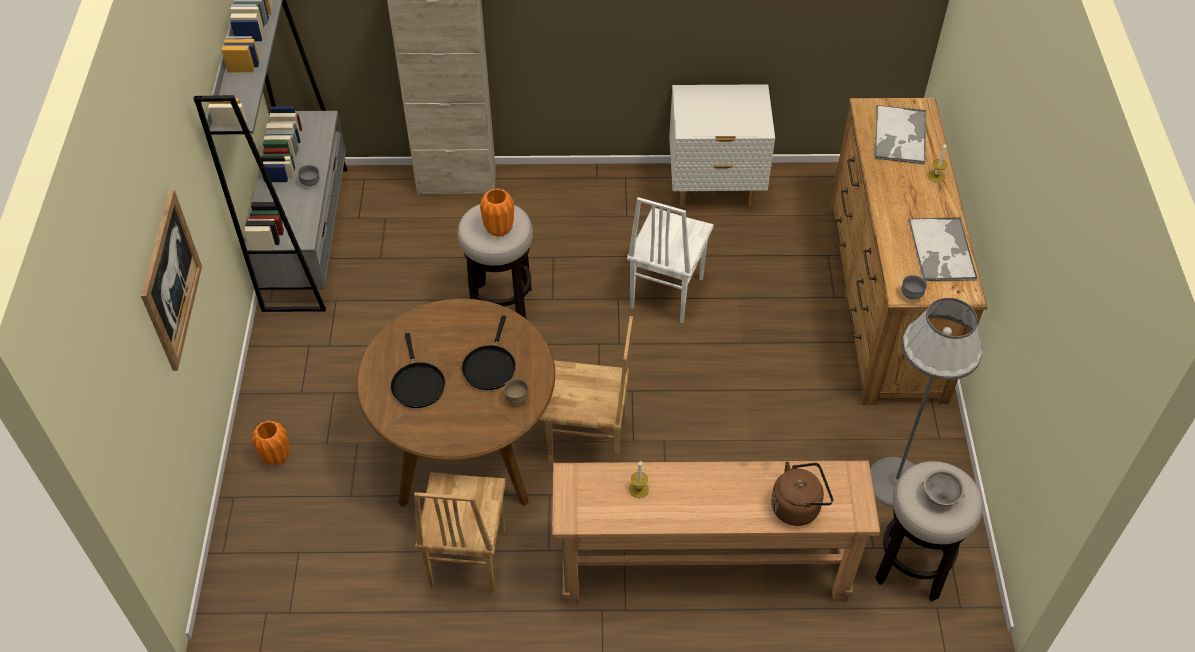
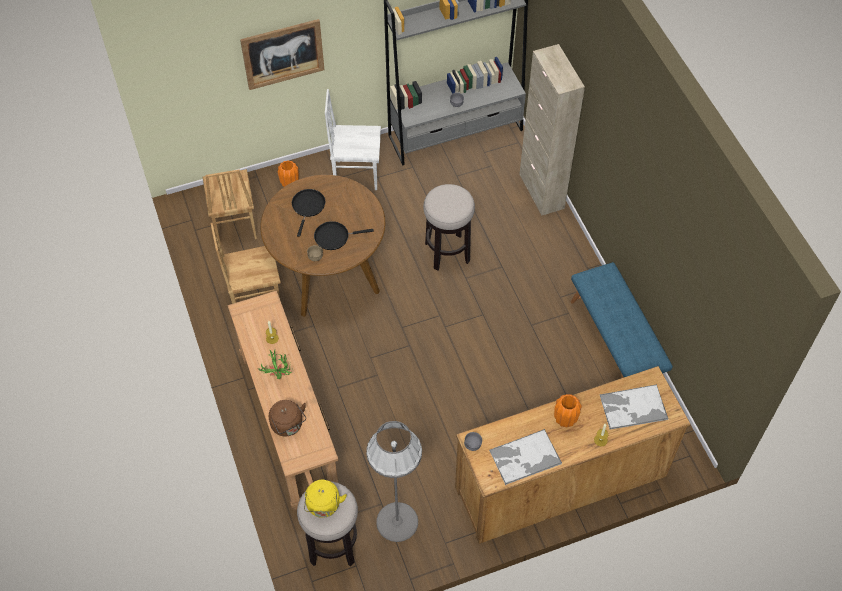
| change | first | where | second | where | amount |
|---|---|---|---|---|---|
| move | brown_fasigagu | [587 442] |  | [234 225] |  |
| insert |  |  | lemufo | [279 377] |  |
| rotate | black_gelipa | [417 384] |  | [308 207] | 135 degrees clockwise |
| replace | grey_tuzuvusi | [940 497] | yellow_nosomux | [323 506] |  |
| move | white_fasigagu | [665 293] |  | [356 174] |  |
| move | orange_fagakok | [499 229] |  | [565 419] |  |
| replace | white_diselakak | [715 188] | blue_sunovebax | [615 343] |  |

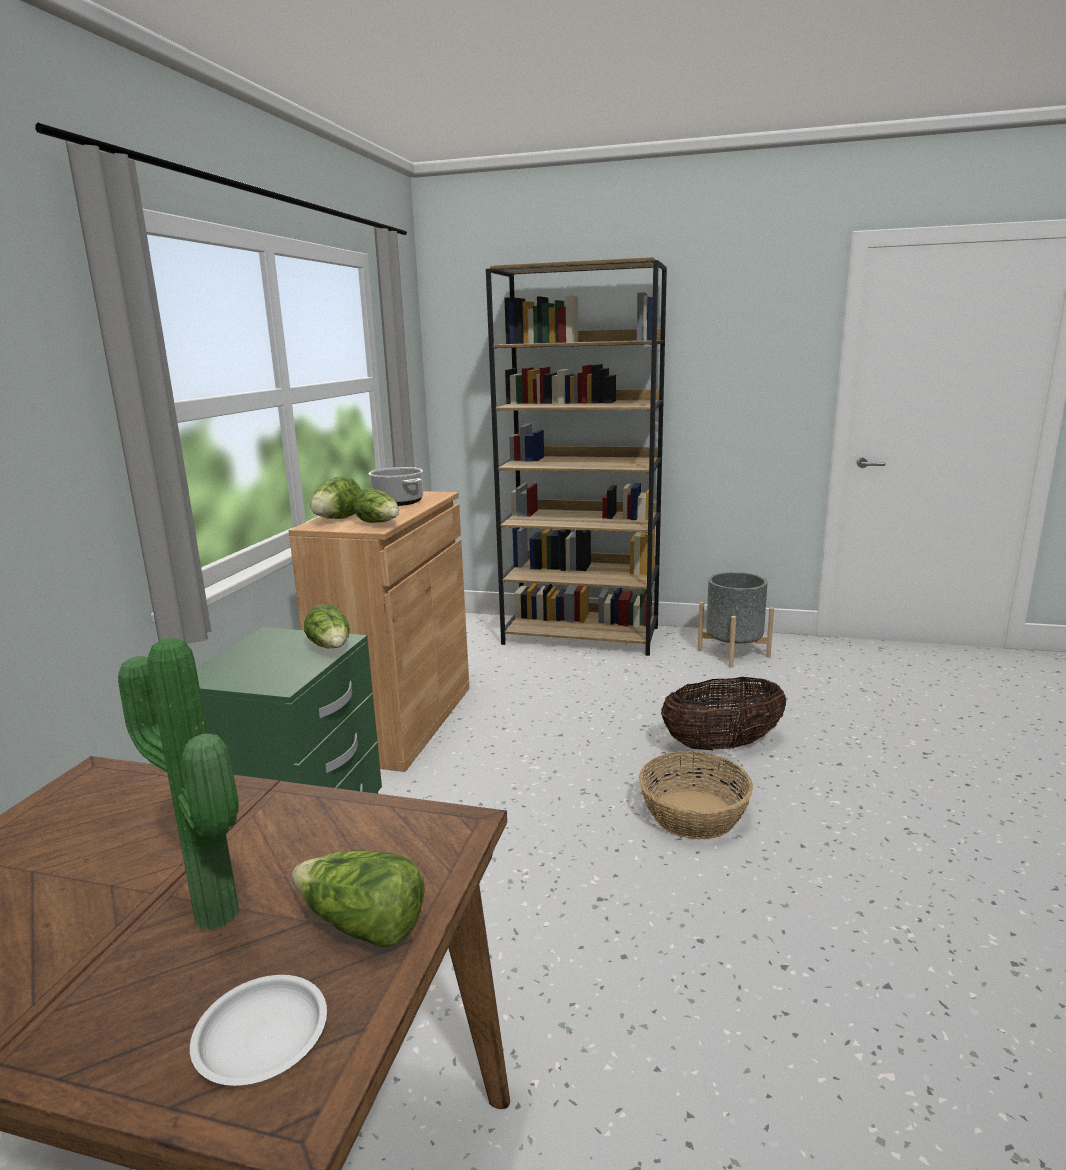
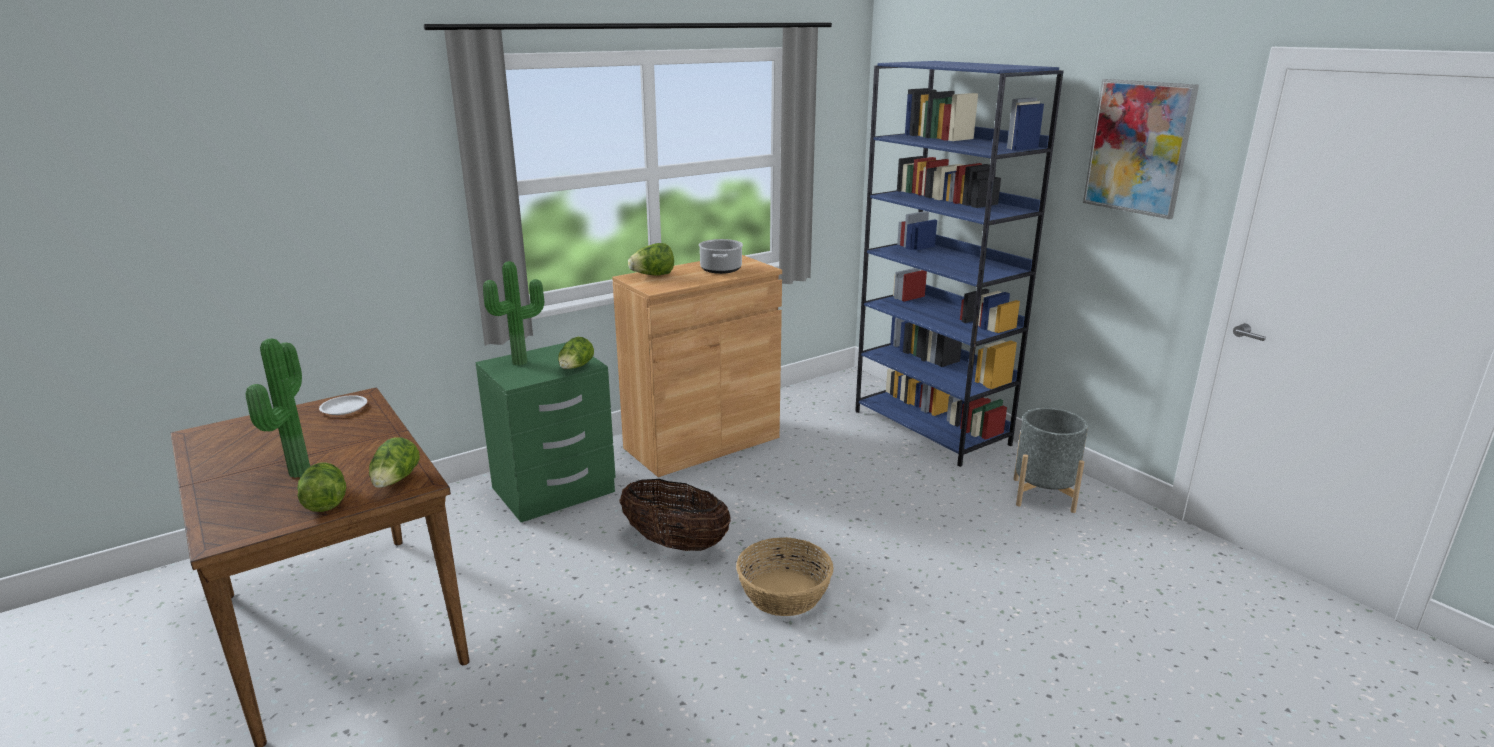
| change | first | where | second | where | amount |
|---|---|---|---|---|---|
| move | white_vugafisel | [260 1036] |  | [344 408] |  |
| move | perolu | [379 523] |  | [395 481] |  |
| insert |  |  | lemufo | [521 363] |  |
| move | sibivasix | [722 745] |  | [675 543] |  |
| recolor | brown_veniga | [582 636] | blue_veniga | [932 428] |  |
| insert |  |  | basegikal | [1138 147] |  |

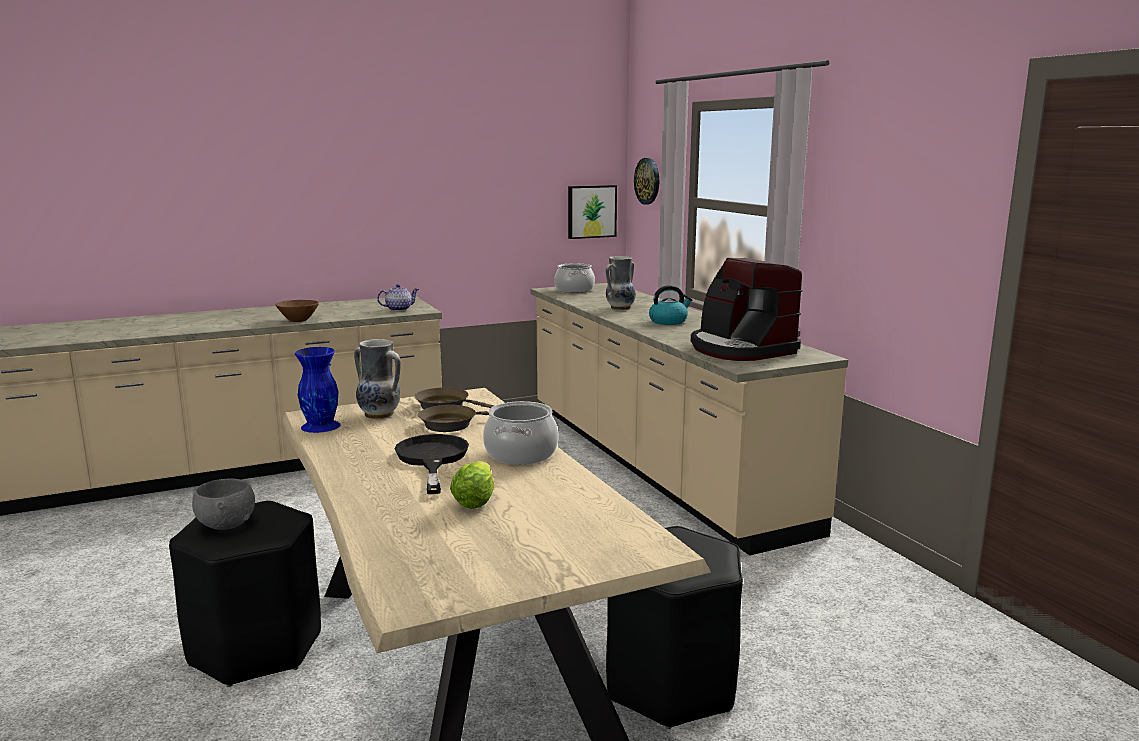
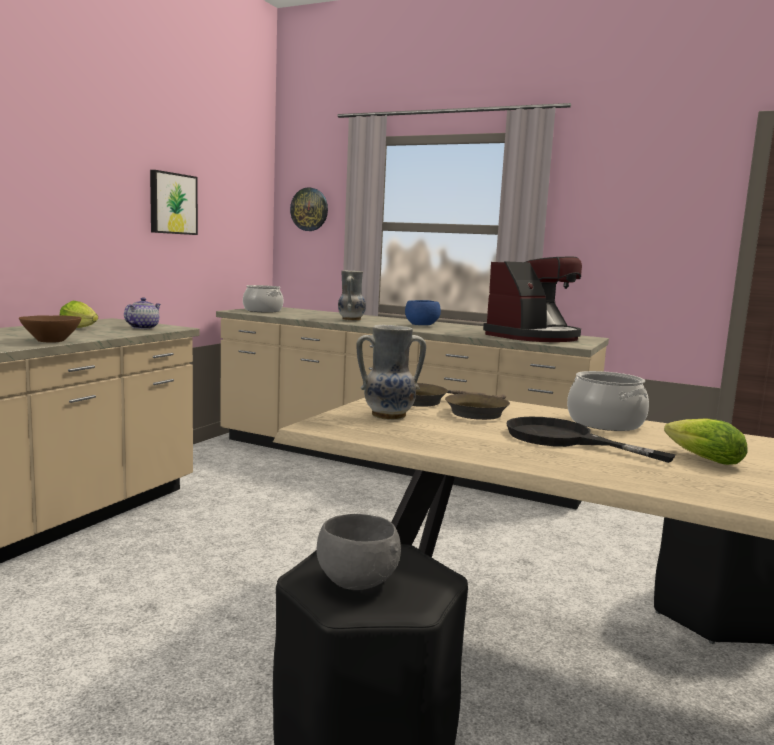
| change | first | where | second | where | amount |
|---|---|---|---|---|---|
| insert |  |  | perolu | [80 328] |  |
| move | basegikal | [591 211] |  | [172 203] |  |
| replace | nosomux | [668 321] | blue_tuzuvusi | [421 325] |  |
| rotate | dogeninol | [740 349] |  | [533 337] | 60 degrees counterclockwise |
| delete | blue_fagakok | [321 426] |  |  |  |

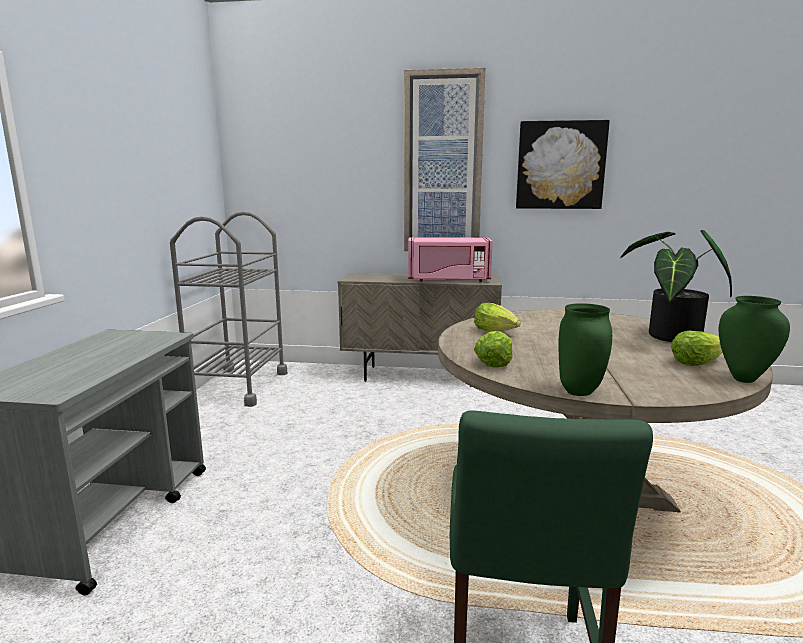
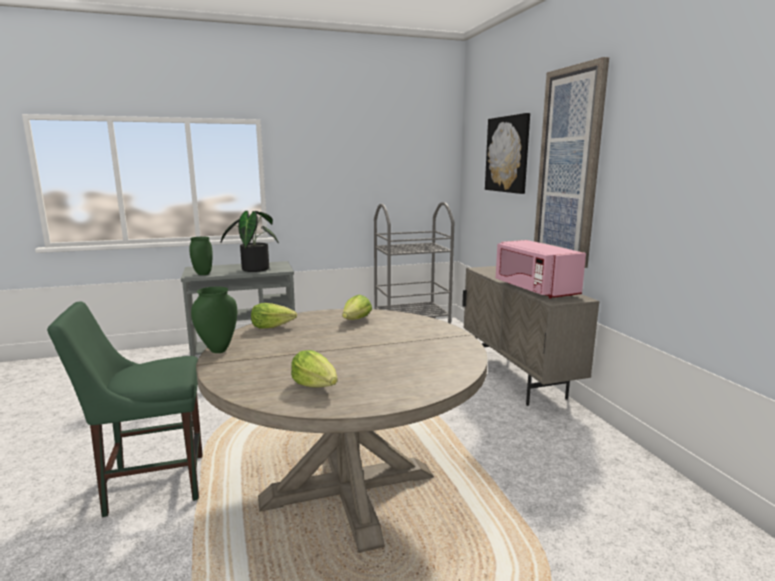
| change | first | where | second | where | amount |
|---|---|---|---|---|---|
| move | green_fagakok | [744 379] |  | [203 274] |  |
| move | lemufo | [669 337] |  | [253 269] |  |
| move | basegikal | [560 165] |  | [508 154] |  |

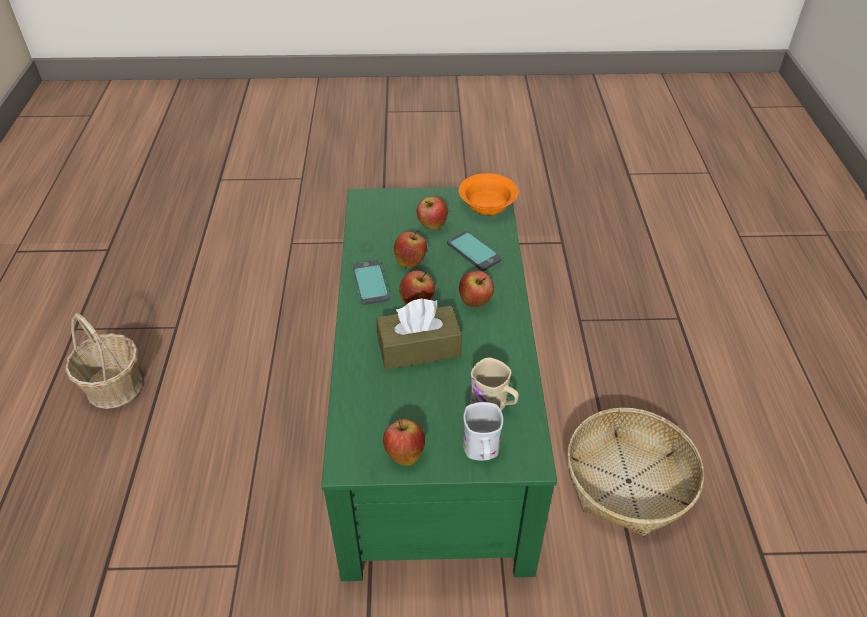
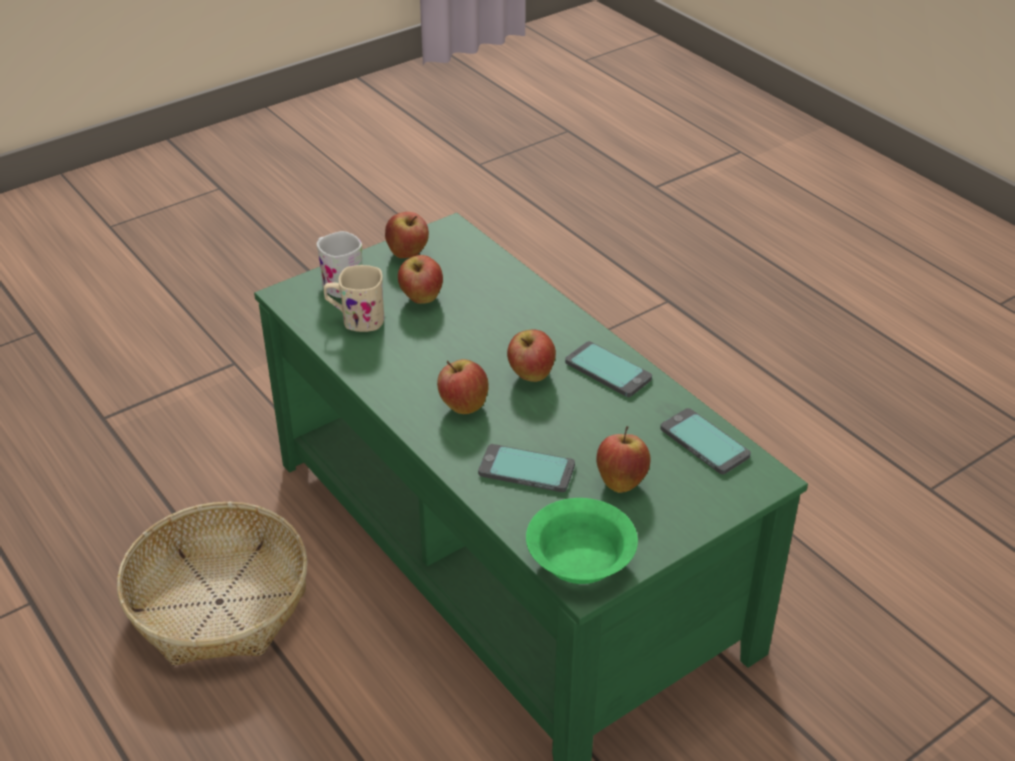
| change | first | where | second | where | amount |
|---|---|---|---|---|---|
| move | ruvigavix | [410 262] |  | [421 299] |  |
| recolor | orange_tuzuvusi | [487 203] | green_tuzuvusi | [581 561] |  |
| insert |  |  | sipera | [704 443] |  |
| delete | sibivasix | [114 386] |  |  |  |
| delete | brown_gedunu | [419 348] |  |  |  |

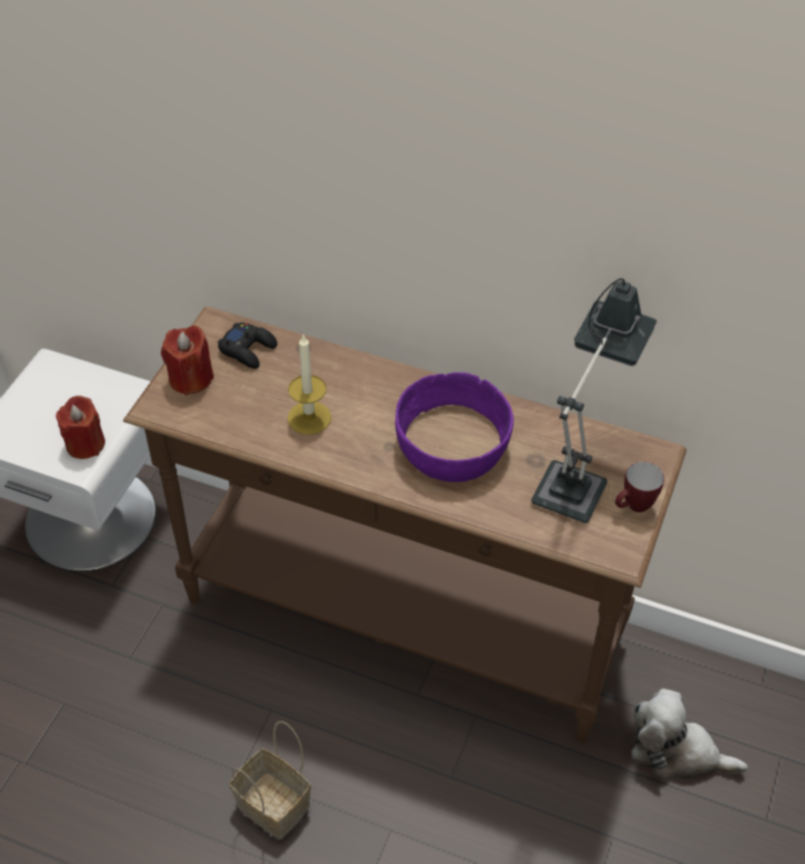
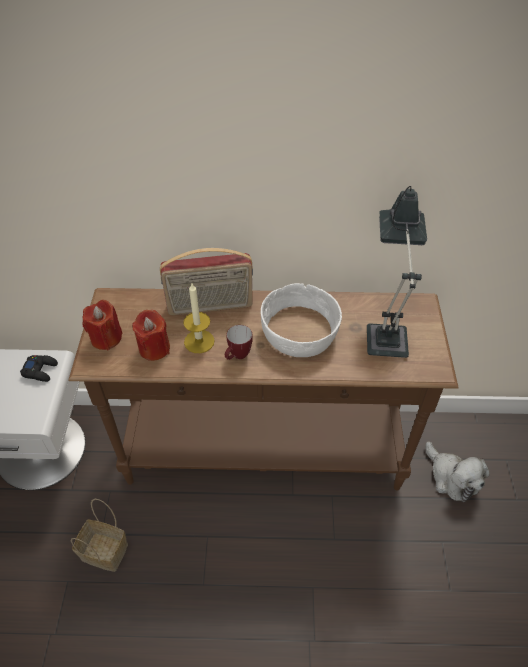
| change | first | where | second | where | amount |
|---|---|---|---|---|---|
| move | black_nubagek | [248 349] |  | [40 370] |  |
| move | sibivasix | [276 805] |  | [106 551] |  |
| move | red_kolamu | [85 444] |  | [154 348] |  |
| insert |  |  | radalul | [210 306] |  |
| move | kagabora | [633 508] |  | [238 357] |  |
| recolor | purple_tuzuvusi | [452 445] | white_tuzuvusi | [300 332] |  |
| rotate | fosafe | [676 752] |  | [451 477] | 120 degrees counterclockwise |

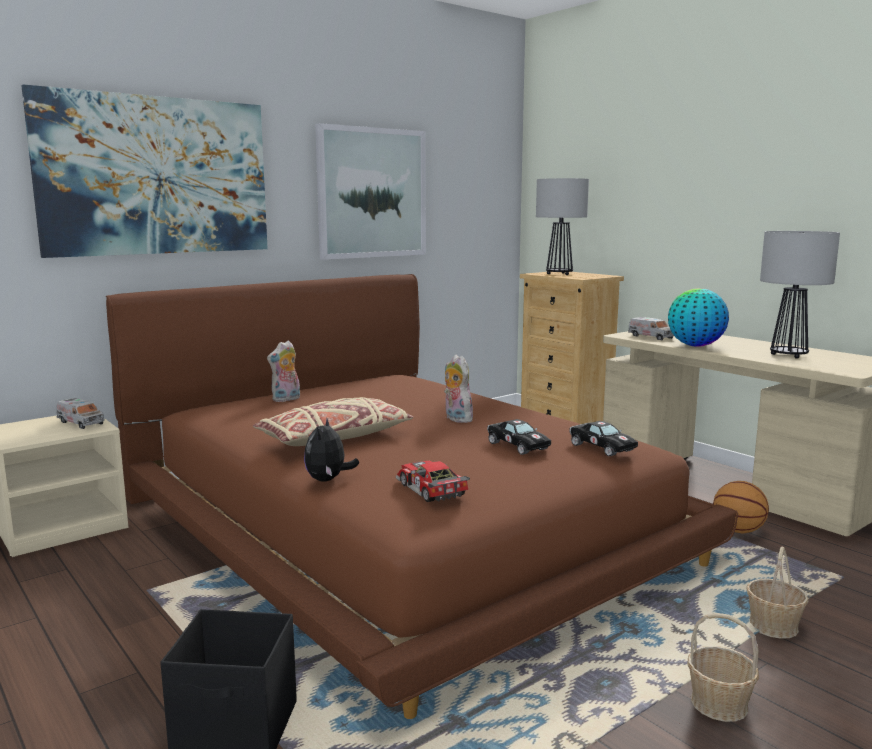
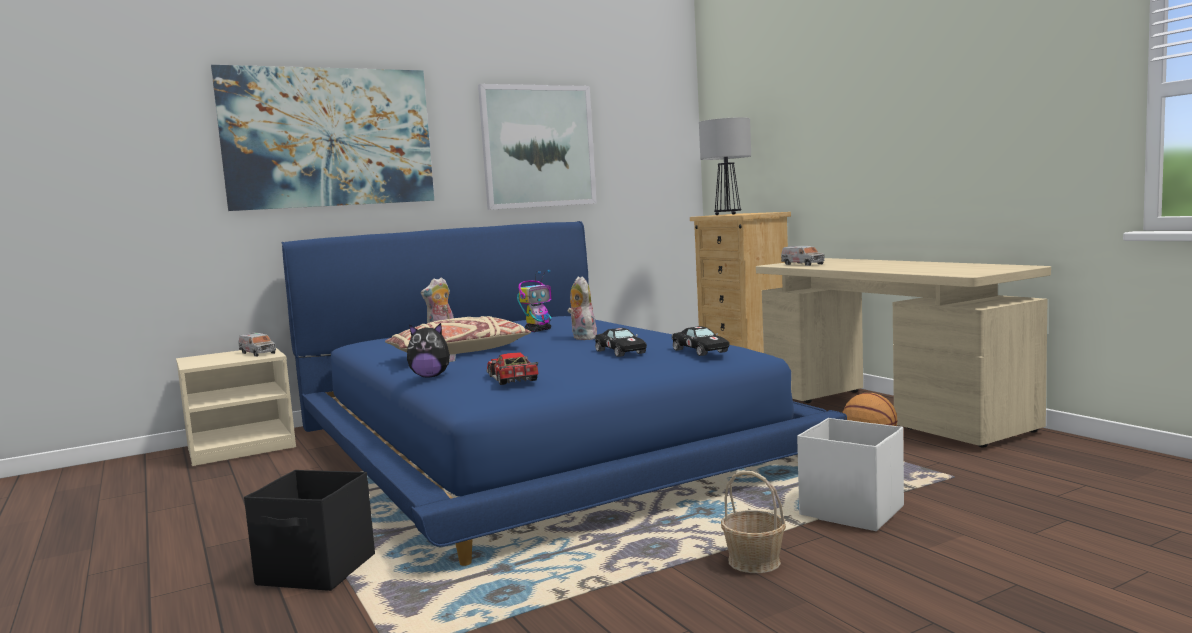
| change | first | where | second | where | amount |
|---|---|---|---|---|---|
| recolor | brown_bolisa | [397 526] | blue_bolisa | [533 444] |  |
| rotate | fosafe | [328 480] |  | [431 376] | 105 degrees counterclockwise |
| insert |  |  | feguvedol | [538 330] |  |
| replace | sibivasix | [773 626] | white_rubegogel | [850 511] |  |
| delete | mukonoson | [695 346] |  |  |  |
| delete | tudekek | [789 355] |  |  |  |

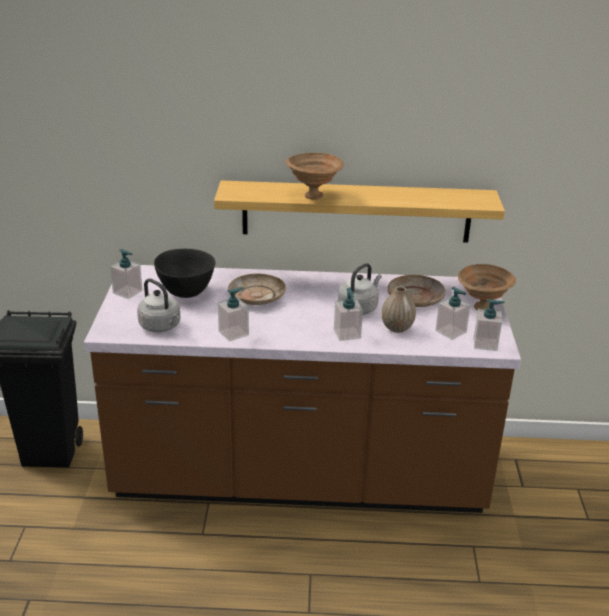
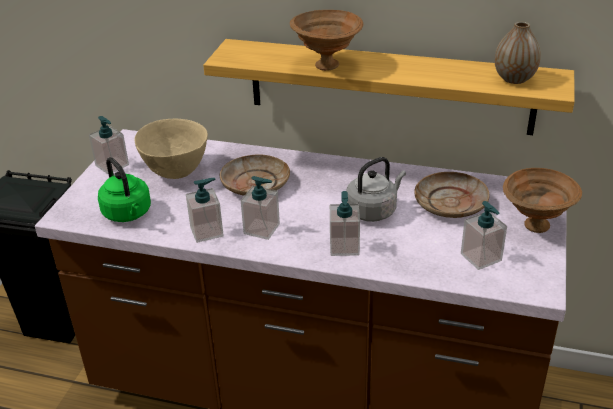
| change | first | where | second | where | amount |
|---|---|---|---|---|---|
| recolor | grey_nosomux | [161 326] | green_nosomux | [128 214] |  |
| recolor | black_tuzuvusi | [187 293] | beige_tuzuvusi | [177 172] |  |
| move | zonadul | [485 344] |  | [262 229] |  |
| move | fagakok | [397 328] |  | [514 79] |  |

